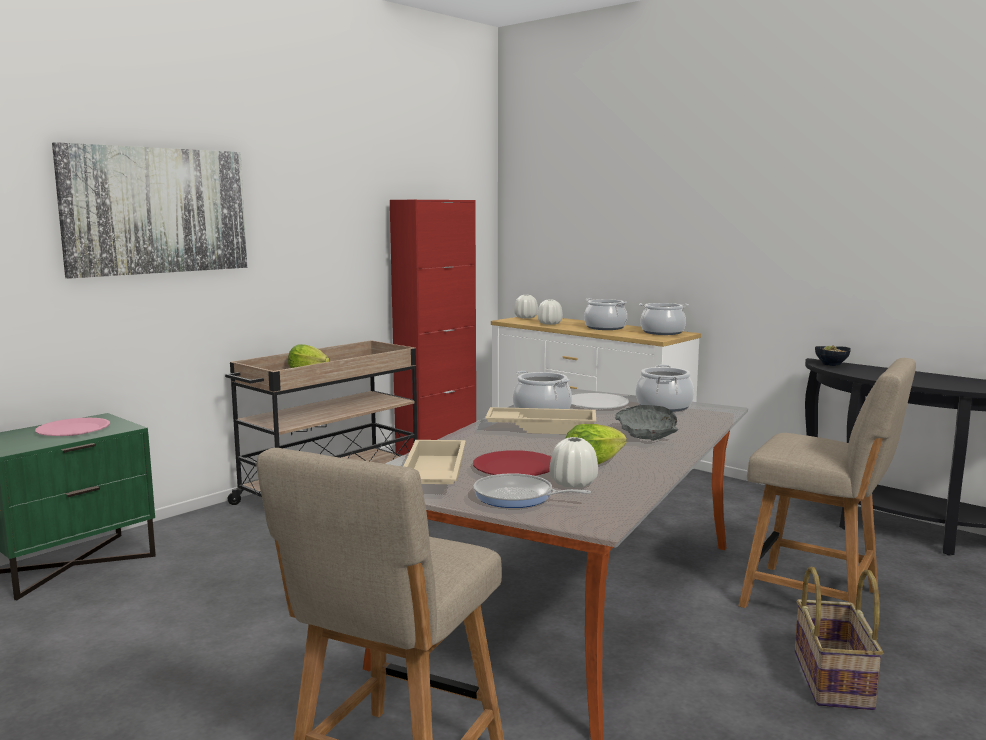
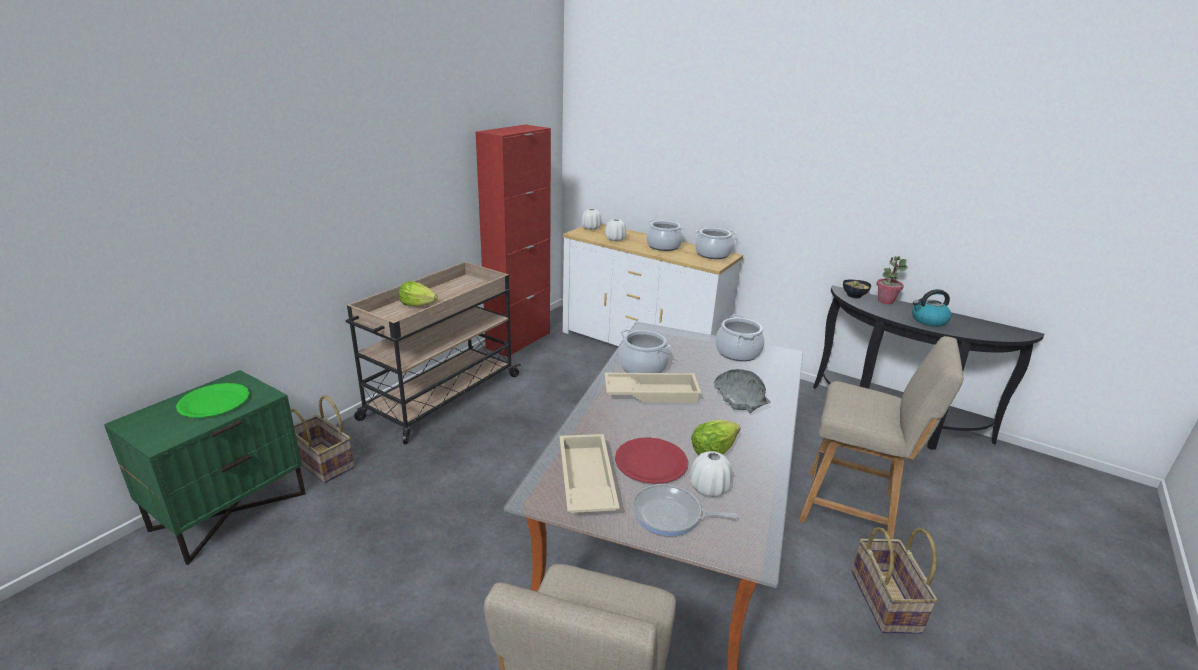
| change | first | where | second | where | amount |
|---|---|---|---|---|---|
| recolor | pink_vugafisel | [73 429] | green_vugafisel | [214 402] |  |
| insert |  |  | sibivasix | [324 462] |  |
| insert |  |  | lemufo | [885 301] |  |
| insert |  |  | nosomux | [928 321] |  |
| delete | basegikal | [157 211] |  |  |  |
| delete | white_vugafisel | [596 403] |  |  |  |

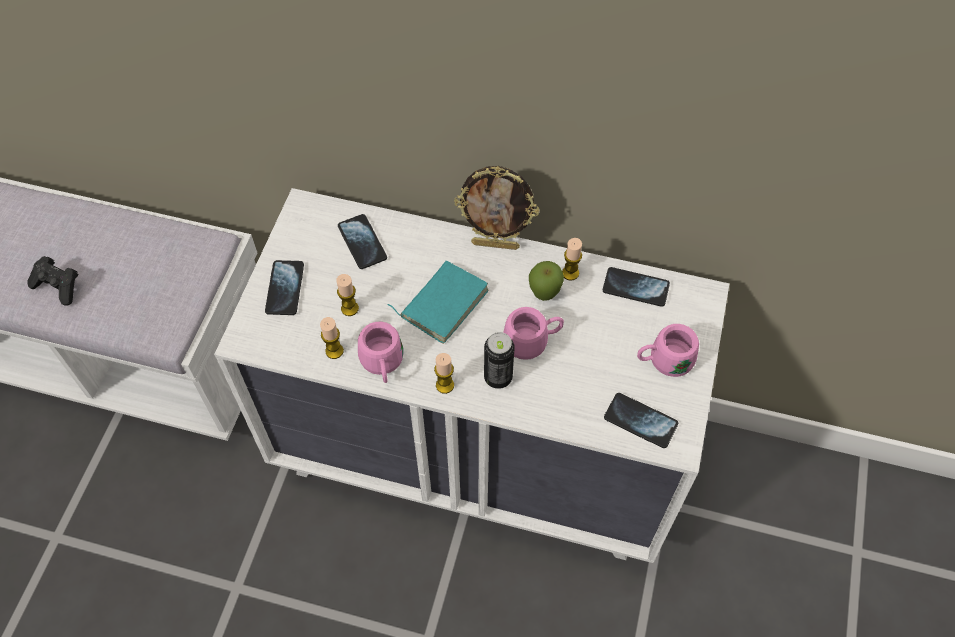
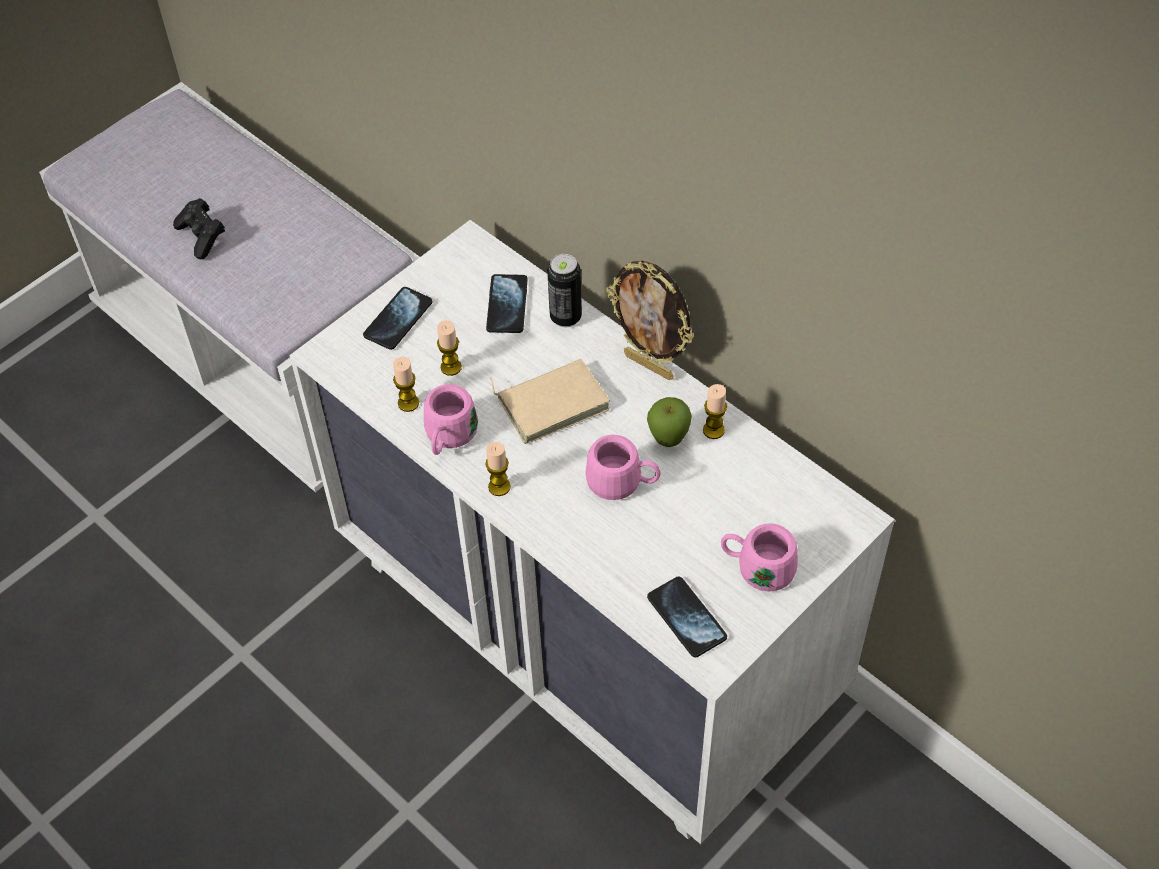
| change | first | where | second | where | amount |
|---|---|---|---|---|---|
| recolor | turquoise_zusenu | [442 302] | beige_zusenu | [552 402] |  |
| move | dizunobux | [498 378] |  | [565 317] |  |
| delete | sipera | [635 288] |  |  |  |

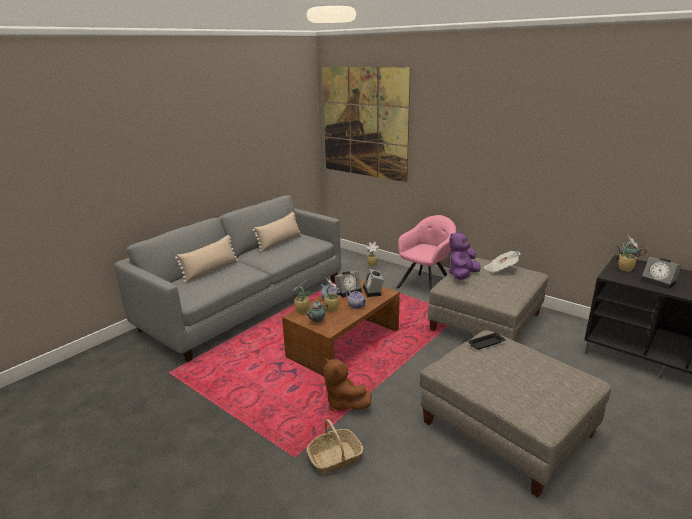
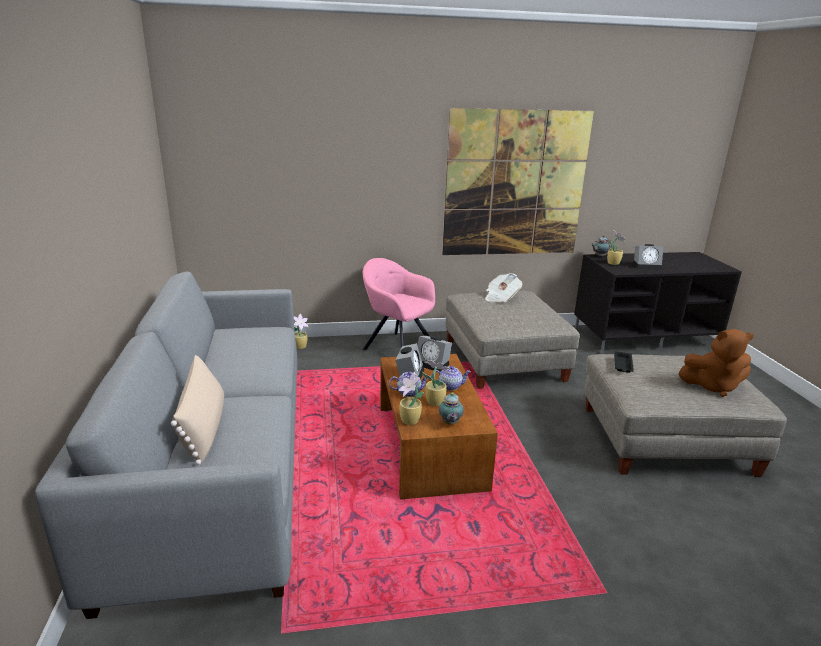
| change | first | where | second | where | amount |
|---|---|---|---|---|---|
| rotate | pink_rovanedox | [426 285] |  | [396 347] | 45 degrees counterclockwise |
| move | basegikal | [364 123] |  | [515 184] |  |
| move | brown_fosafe | [343 403] |  | [713 386] |  |
| delete | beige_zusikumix | [279 243] |  |  |  |
| delete | sibivasix | [335 458] |  |  |  |
| delete | purple_fosafe | [462 275] |  |  |  |

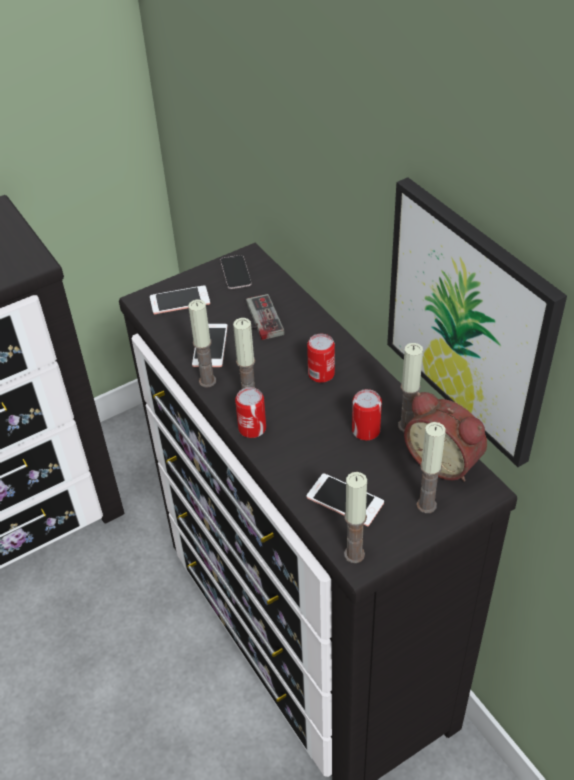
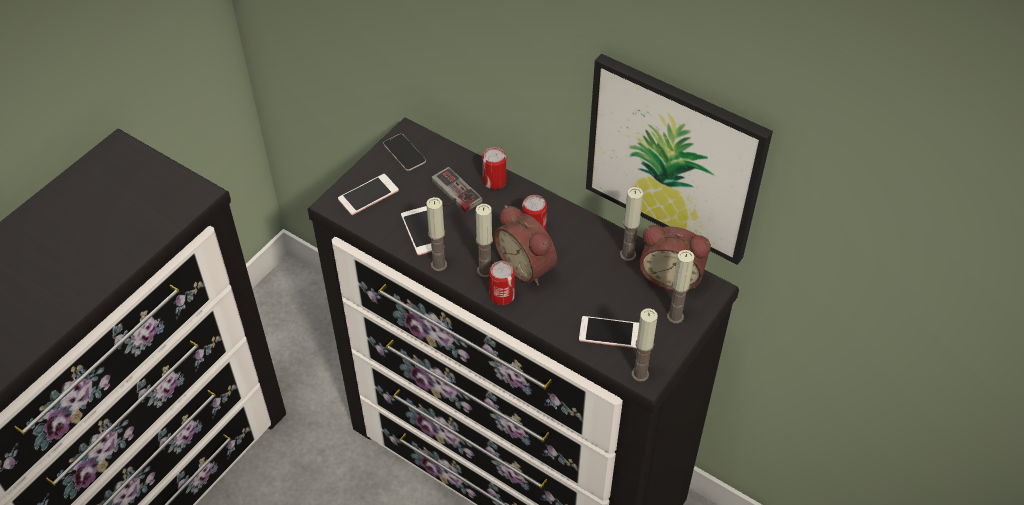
| change | first | where | second | where | amount |
|---|---|---|---|---|---|
| move | dizunobux | [366 430] |  | [494 181] |  |
| insert |  |  | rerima | [528 266] |  |

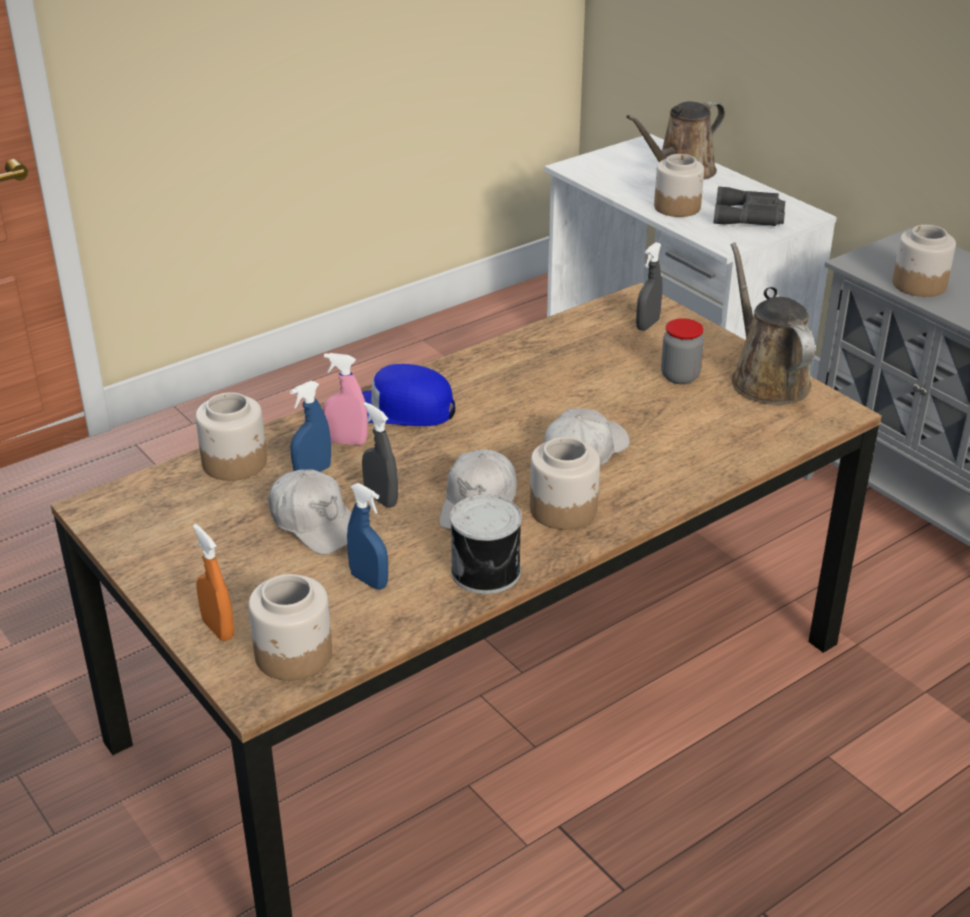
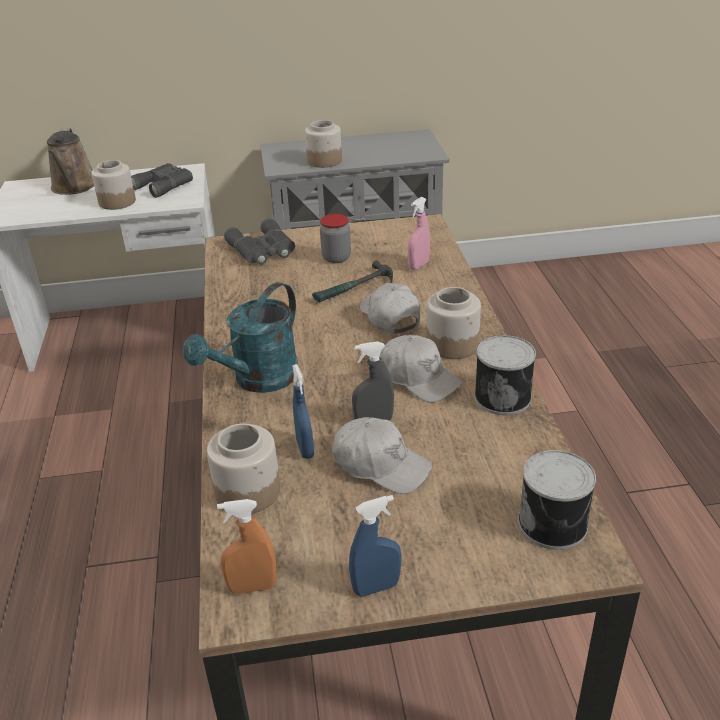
| change | first | where | second | where | amount |
|---|---|---|---|---|---|
| replace | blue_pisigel | [399 410] | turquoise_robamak | [258 380] |  |
| move | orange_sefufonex | [218 629] |  | [252 587] |  |
| replace | grey_sefufonex | [647 325] | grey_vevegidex | [262 250] |  |
| insert |  |  | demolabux | [354 289] |  |
| rotate | white_pisigel | [316 523] |  | [380 465] | 45 degrees clockwise |
| move | blue_sefufonex | [369 580] |  | [376 587] |  |
| move | pink_sefufonex | [346 442] |  | [418 265] |  |
| replace | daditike | [294 655] | dizunobux | [554 524] |  |
| delete | brown_robamak | [766 379] |  |  |  |

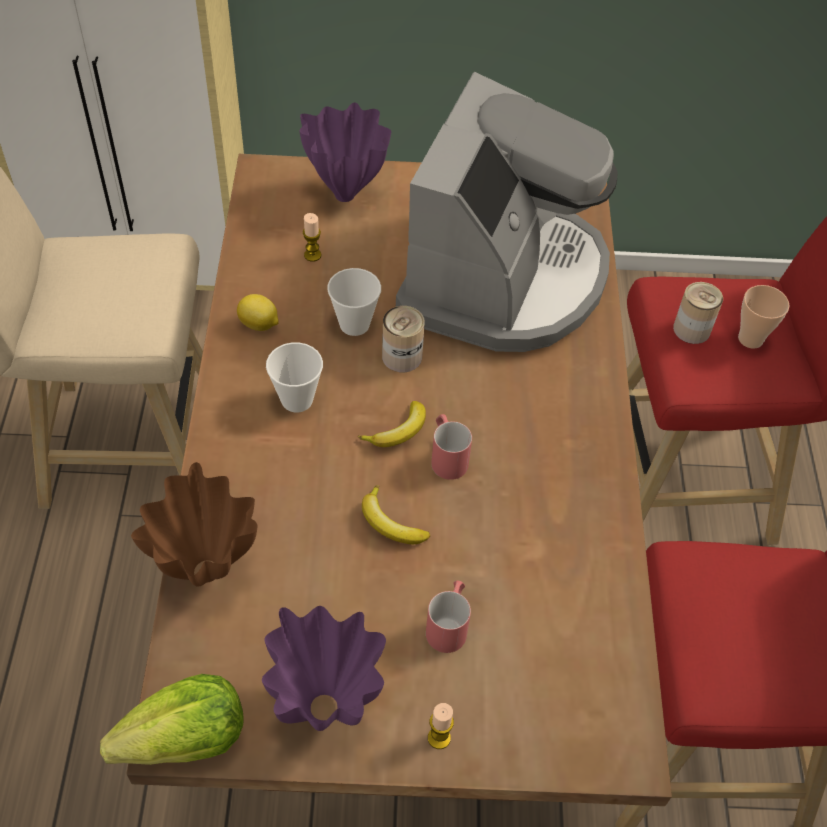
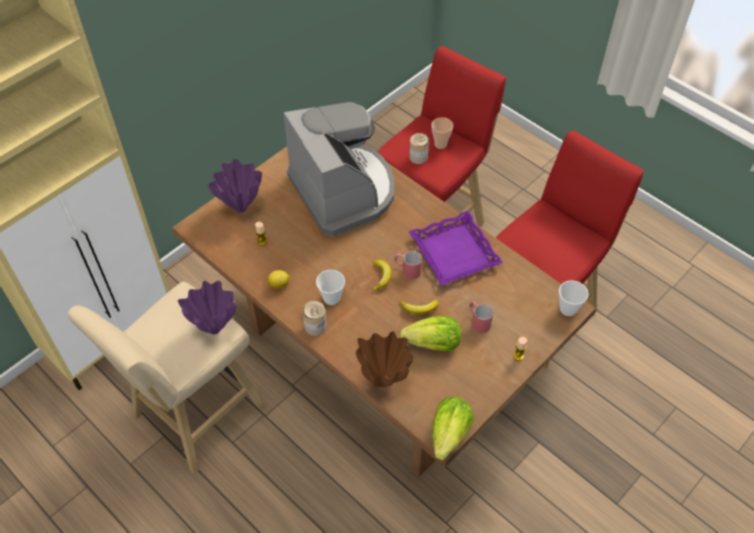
| change | first | where | second | where | amount |
|---|---|---|---|---|---|
| move | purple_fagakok | [325 709] |  | [215 329] |  |
| move | dizunobux | [402 356] |  | [315 326] |  |
| insert |  |  | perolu | [433 344] |  |
| insert |  |  | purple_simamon | [453 253] |  |
| move | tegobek | [354 324] |  | [568 309] |  |

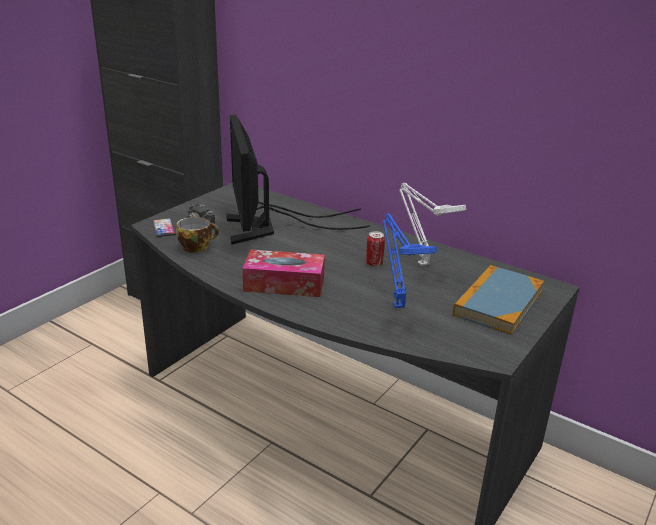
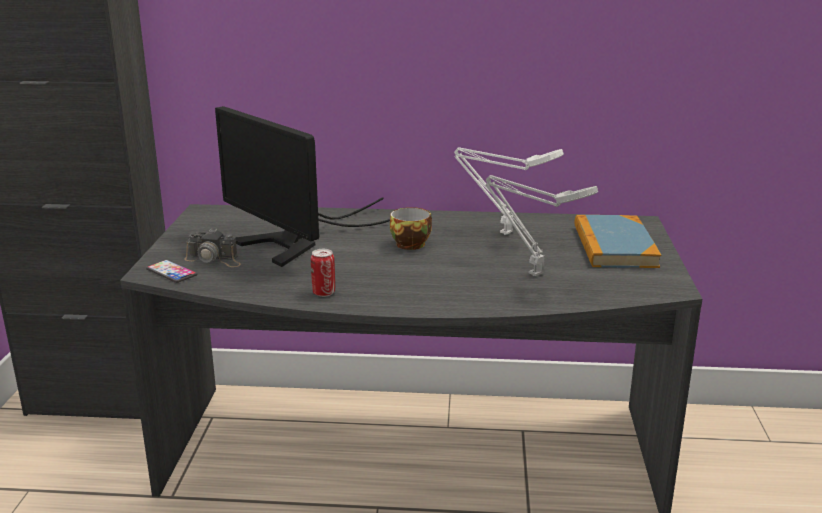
| change | first | where | second | where | amount |
|---|---|---|---|---|---|
| move | dizunobux | [374 264] |  | [324 293] |  |
| move | tegobek | [197 247] |  | [411 243] |  |
| recolor | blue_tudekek | [397 304] | grey_tudekek | [532 273] |  |
| delete | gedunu | [284 284] |  |  |  |

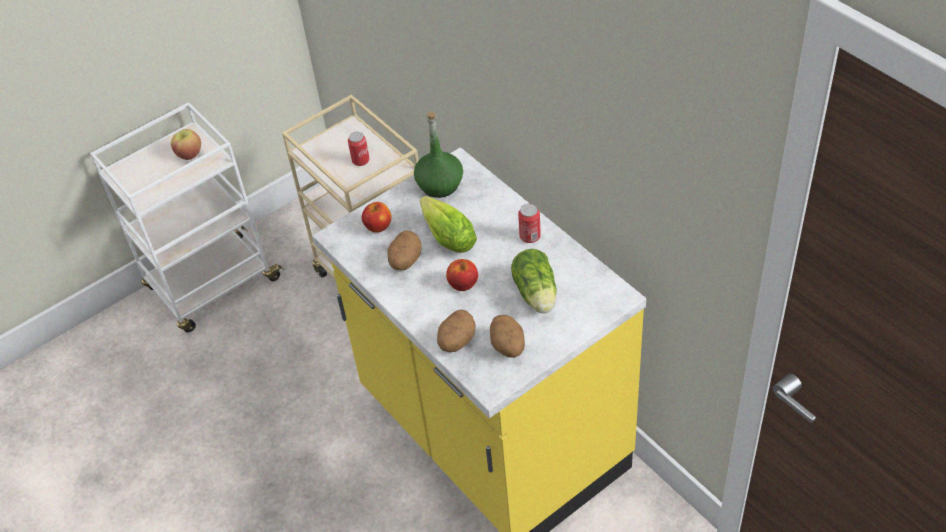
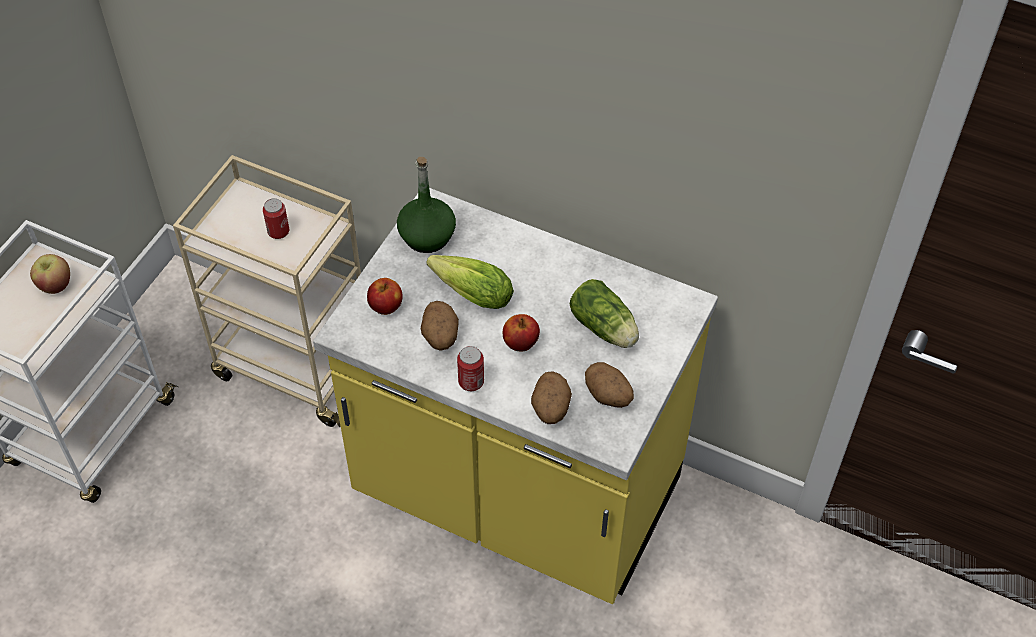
| change | first | where | second | where | amount |
|---|---|---|---|---|---|
| move | dizunobux | [530 236] |  | [471 382] |  |

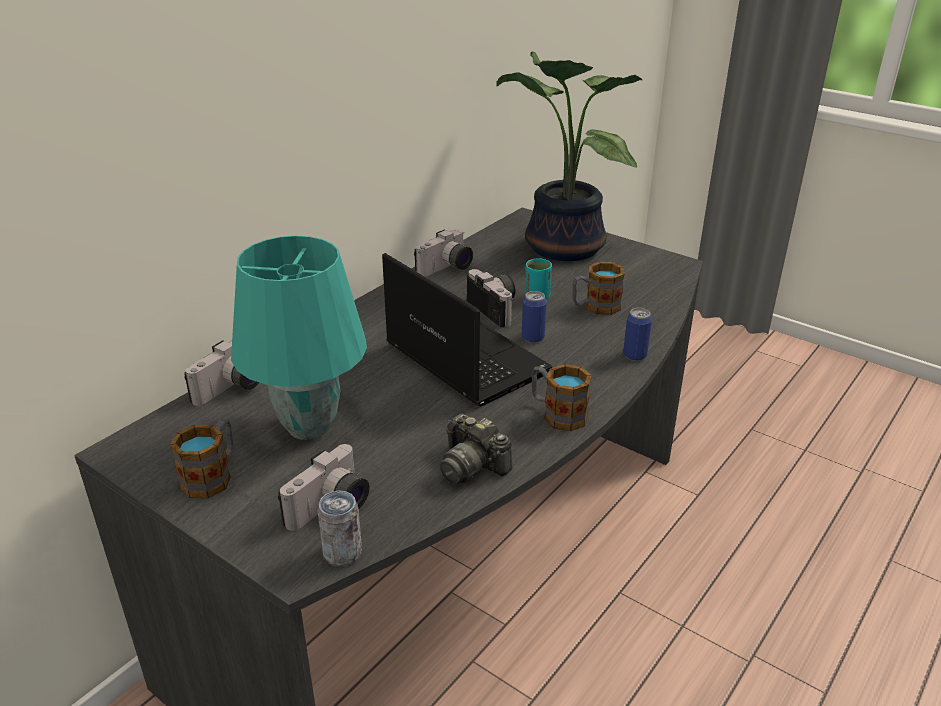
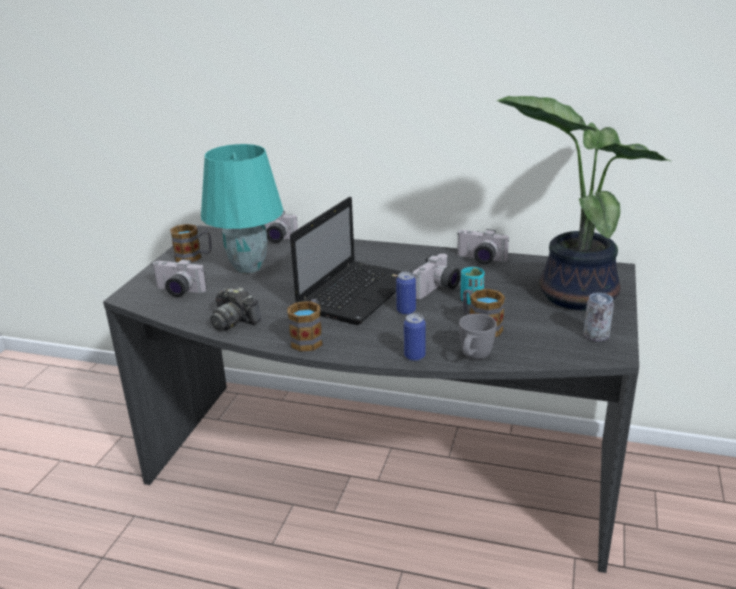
| change | first | where | second | where | amount |
|---|---|---|---|---|---|
| rotate | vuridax | [472 465] |  | [234 321] | 75 degrees counterclockwise |
| insert |  |  | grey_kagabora | [474 358] |  |
| move | dizunobux | [342 553] |  | [596 336] |  |

